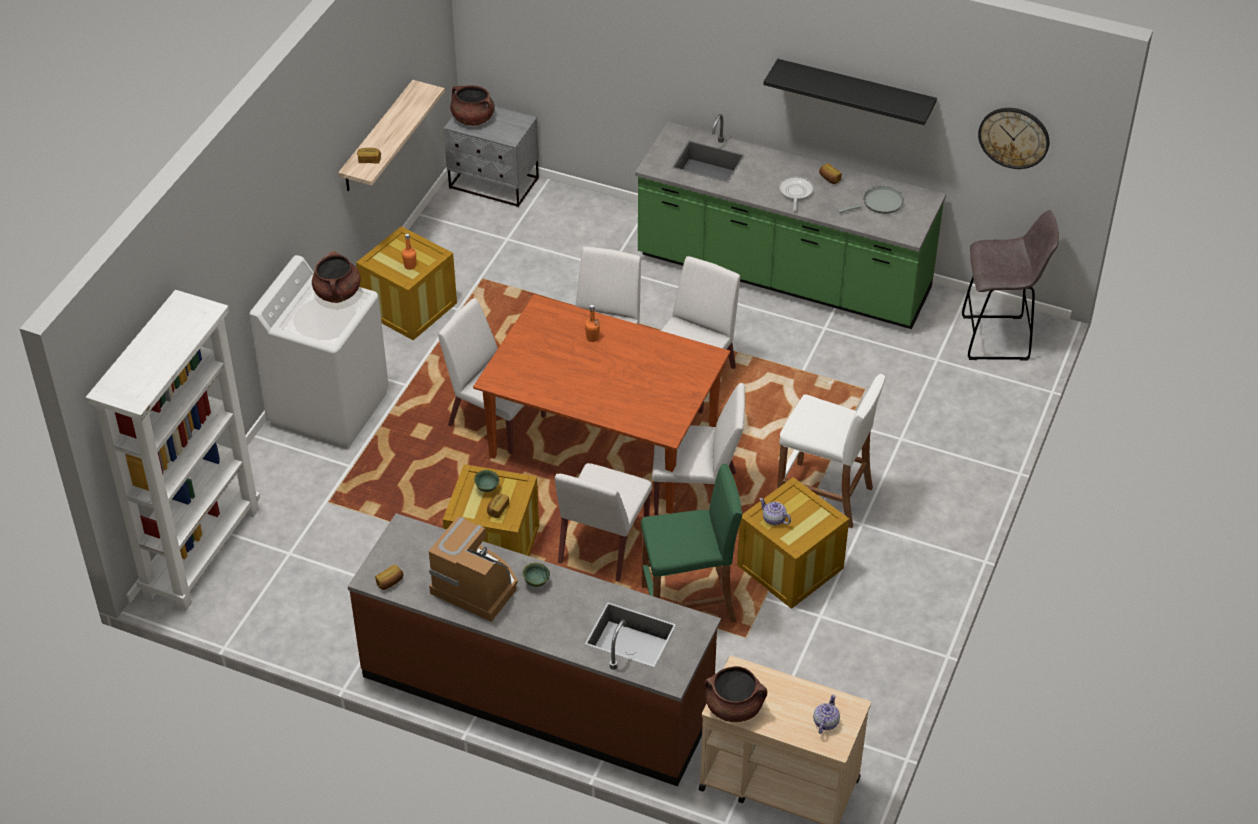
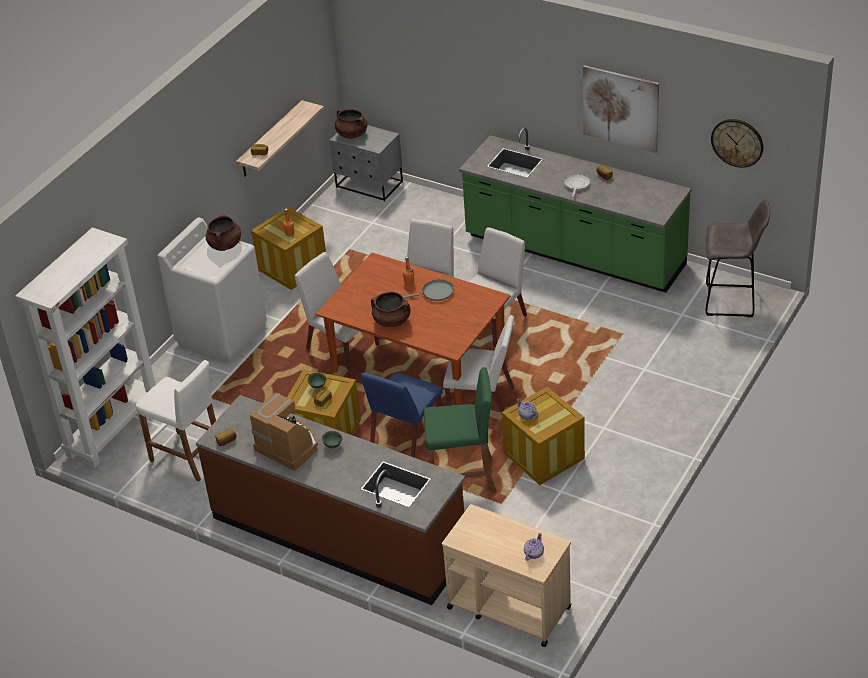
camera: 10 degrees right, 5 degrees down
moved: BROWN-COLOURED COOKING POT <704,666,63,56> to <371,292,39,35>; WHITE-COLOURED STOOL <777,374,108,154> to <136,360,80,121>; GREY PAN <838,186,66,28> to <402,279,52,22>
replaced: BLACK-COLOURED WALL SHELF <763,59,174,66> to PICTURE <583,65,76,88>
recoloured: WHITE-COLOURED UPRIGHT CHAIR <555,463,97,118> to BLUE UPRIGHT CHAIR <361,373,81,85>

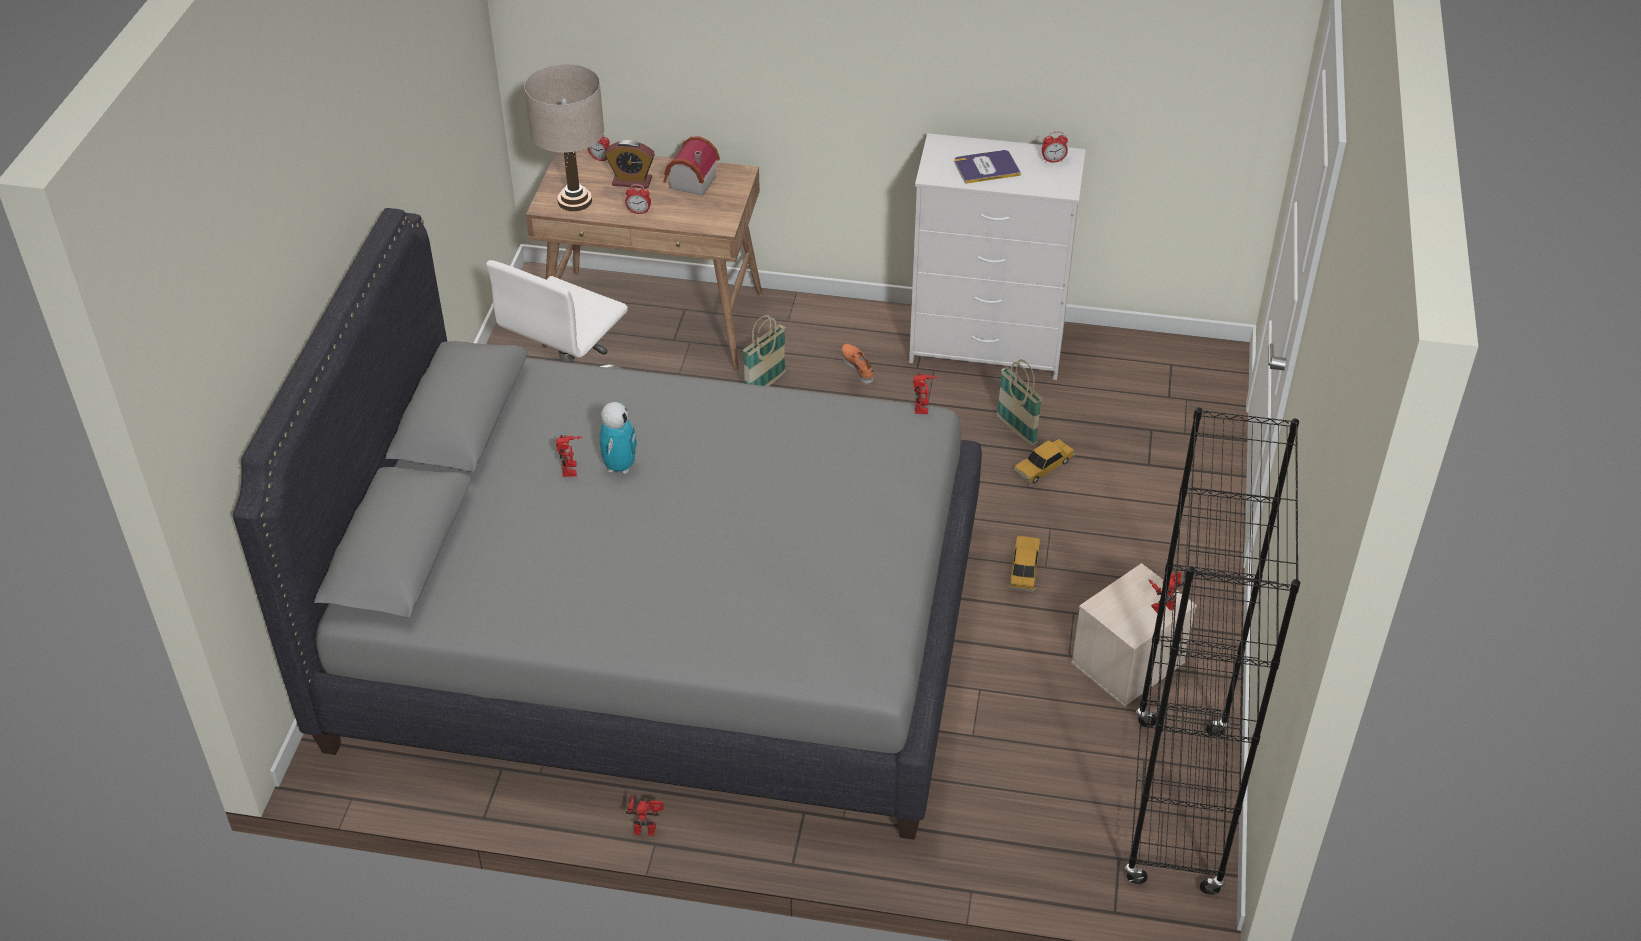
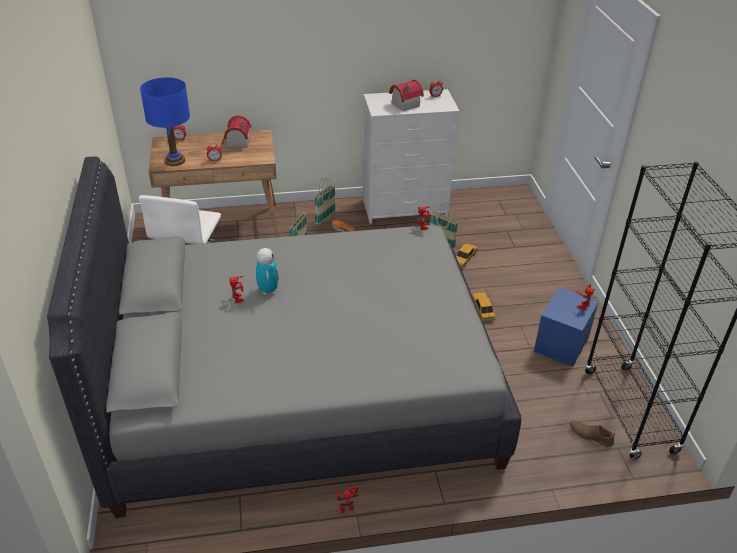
camera: 20 degrees left, 5 degrees down
removed: ALARM CLOCK <605,140,50,49>
added: STORAGE BASKET <314,178,22,47>; BROWN-COLOURED ITEM OF FOOTWEAR <570,421,45,26>
replaced: VOLUME <954,150,67,34> to MINIATURE HOUSE <389,79,35,32>
recoloured: SAND-COLOURED TABLE LAMP <524,64,80,147> to BLUE TABLE LAMP <140,77,50,89>; SAND-COLOURED STORAGE BOX <1071,563,126,144> to BLUE STORAGE BOX <534,287,65,80>

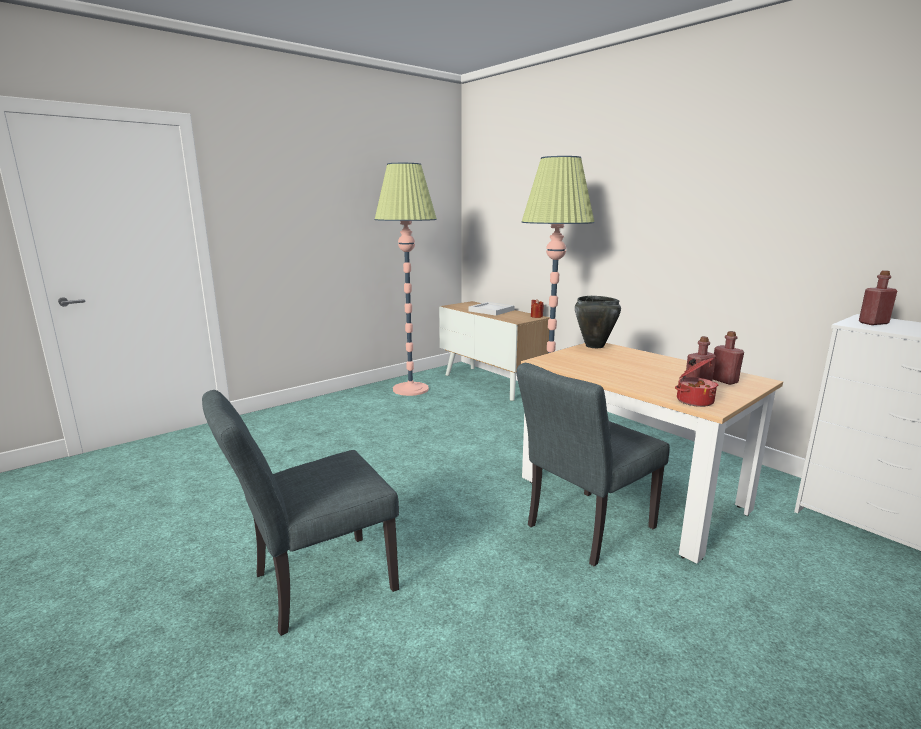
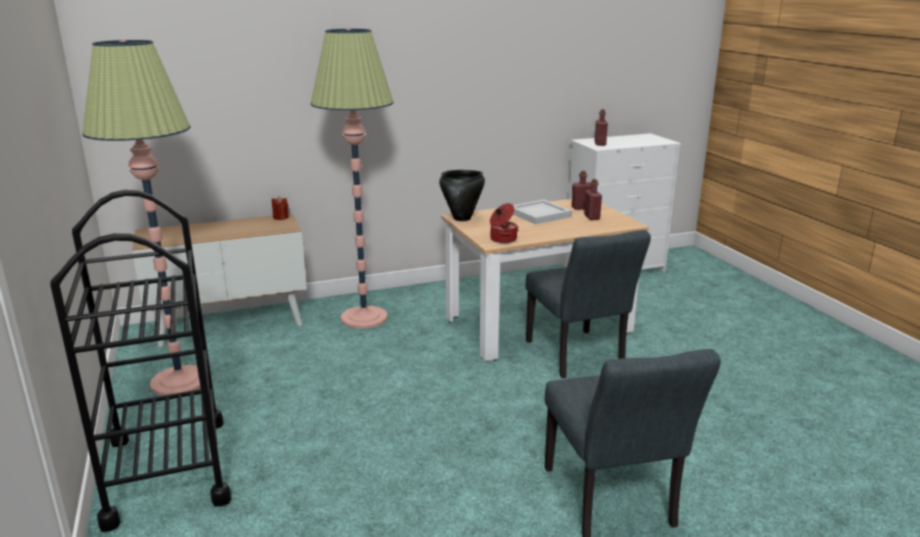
camera: 70 degrees left, 5 degrees up
added: BLACK-COLOURED CART <50,190,181,342>
moved: WHITE-COLOURED CARRYING TRAY <469,302,46,13> to <513,199,59,26>; COOKING POT <675,357,43,50> to <490,203,28,40>

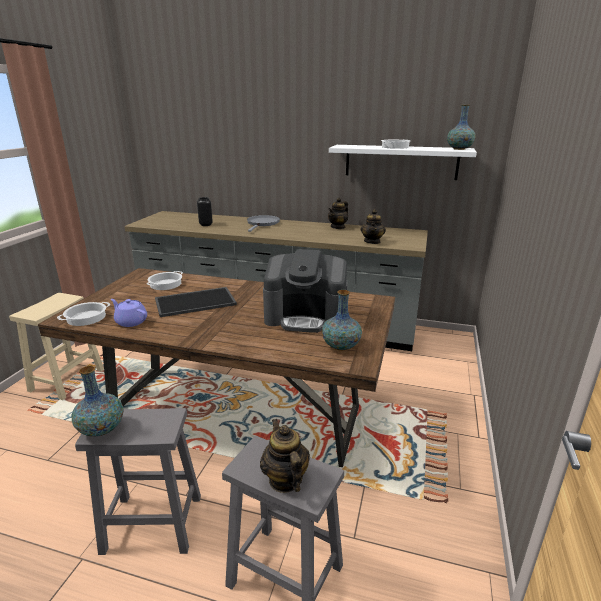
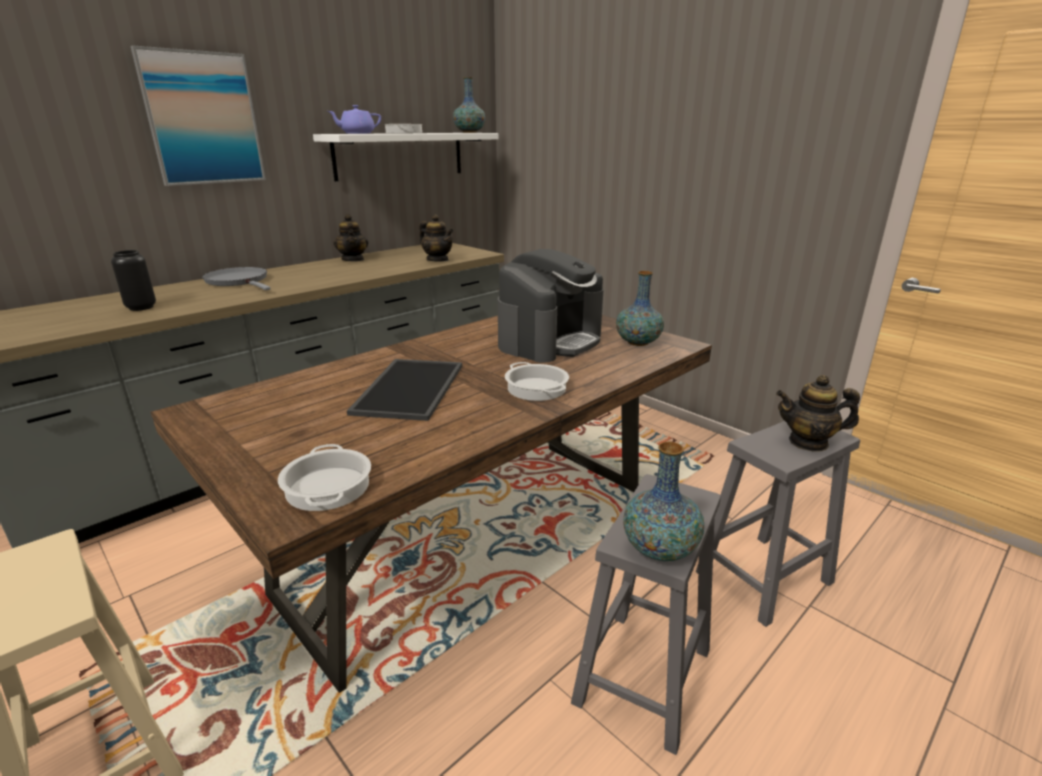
camera: 60 degrees left, 0 degrees up
added: PICTURE <130,45,136,141>
moved: PURPLE-COLOURED TEA POT <111,299,36,28> to <328,105,53,29>; COOKING POT <147,271,36,19> to <505,362,64,39>

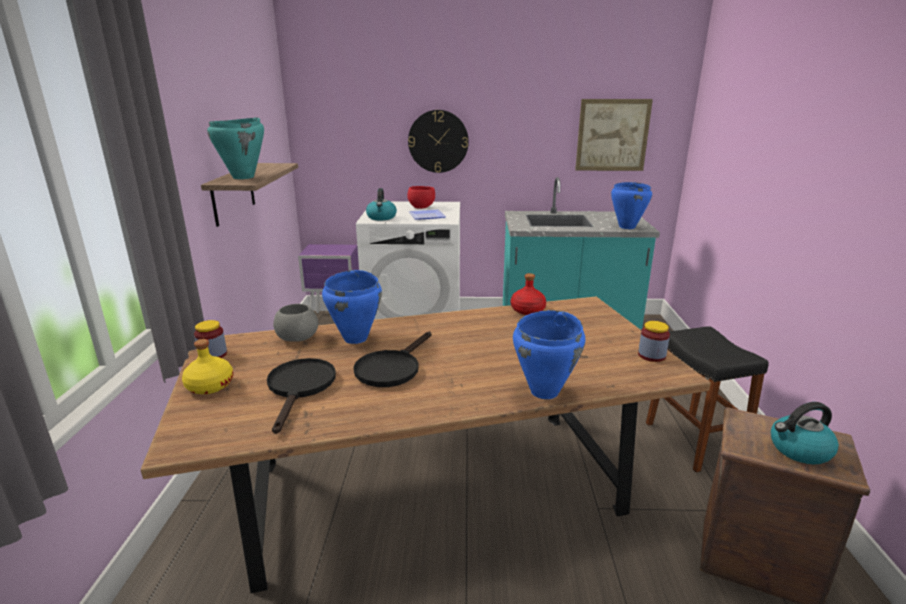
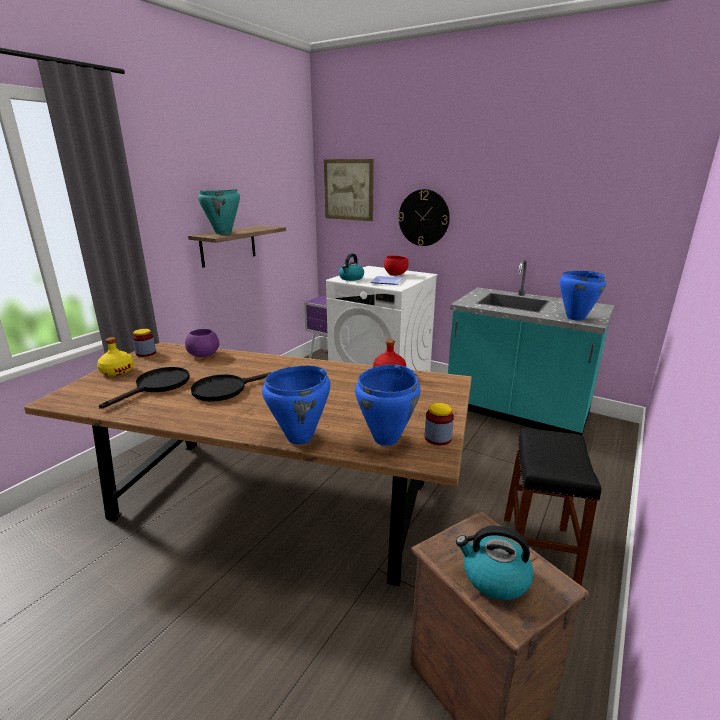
camera: 30 degrees right, 0 degrees up
moved: BLUE COOKING POT <322,270,60,74> to <355,364,65,82>; PICTURE <575,99,78,72> to <324,159,50,62>
recoloured: GREY DEEP DISH <273,304,45,38> to PURPLE-COLOURED DEEP DISH <185,329,34,28>

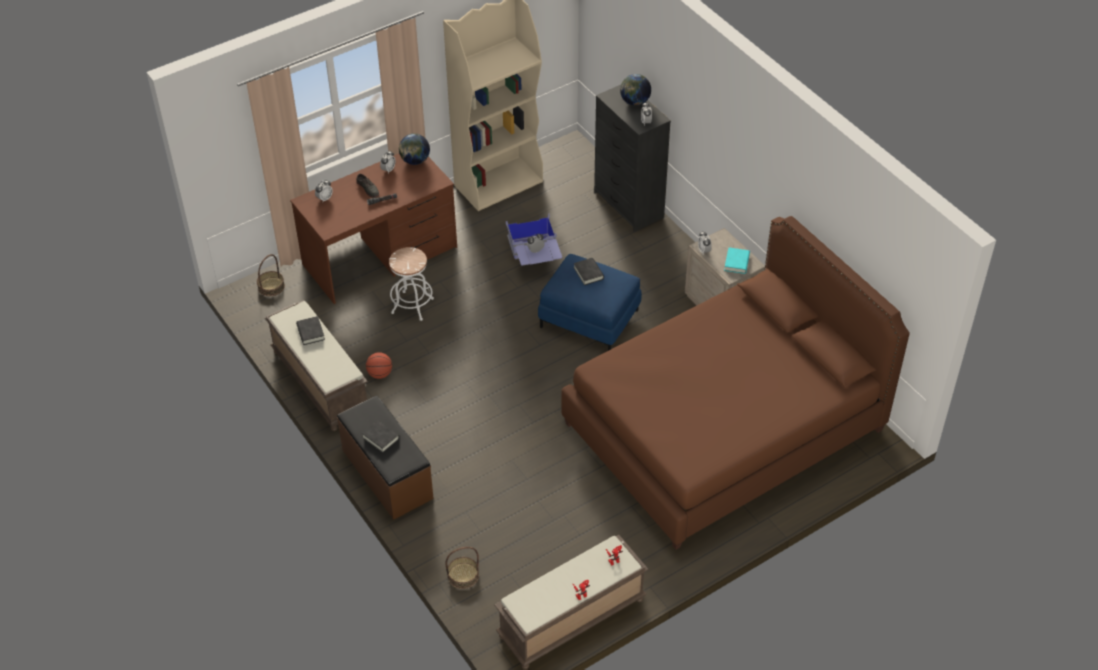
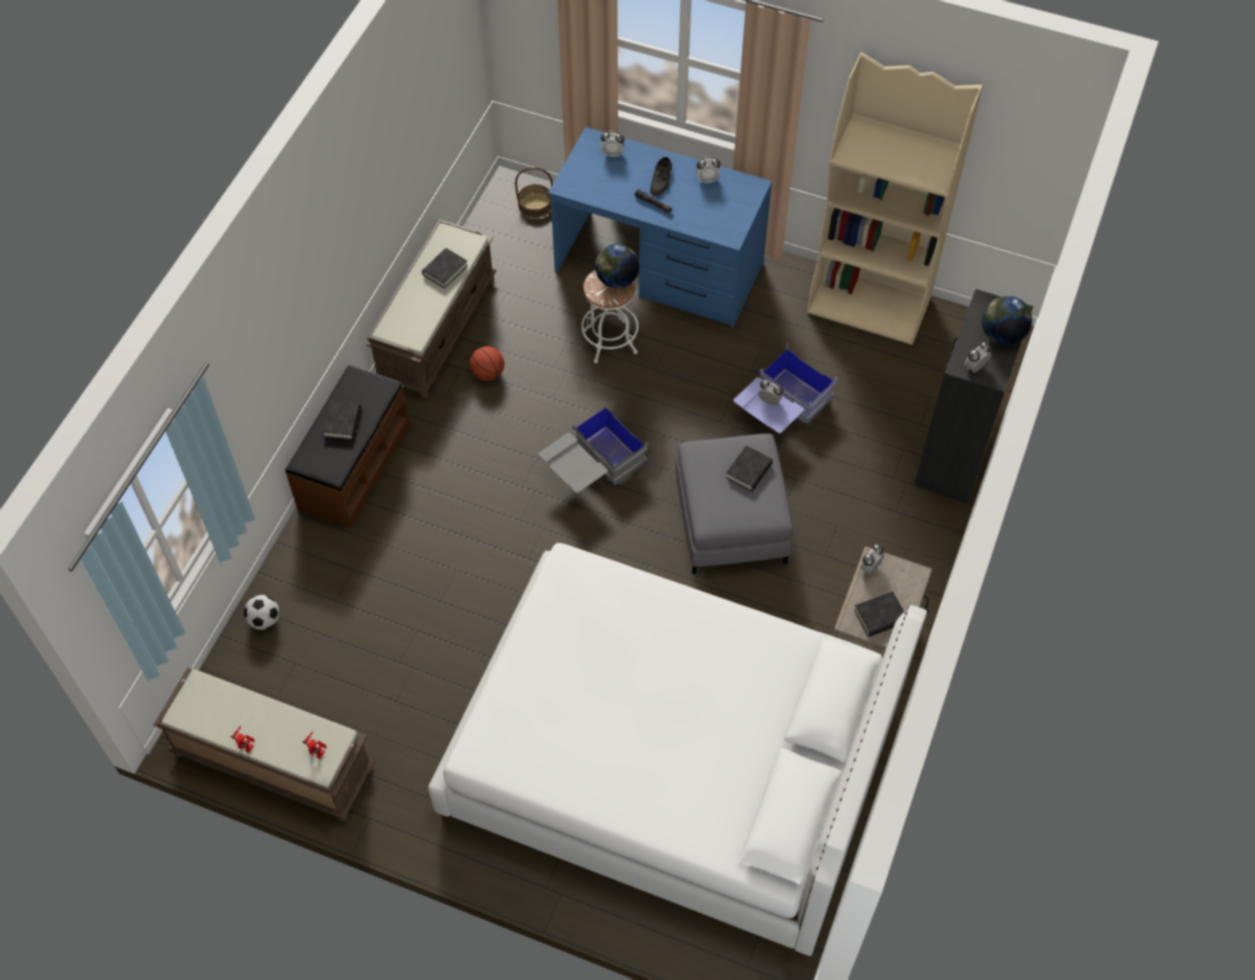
camera: 55 degrees right, 10 degrees up
added: GREY STORAGE BOX <538,403,110,90>
moved: DESK GLOBE <399,133,31,32> to <595,244,44,44>
replaced: STORAGE BASKET <446,547,33,42> to BALL FOR FOOTBALL <244,595,35,35>
recoloured: BROWN-COLOURED DESK TABLE <290,154,167,150> to BLUE DESK TABLE <548,127,224,201>; BLUE FOOTREST <538,254,104,97> to GREY FOOTREST <676,434,117,140>; BROWN-COLOURED SLEEPING BED <561,216,349,334> to WHITE-COLOURED SLEEPING BED <428,543,499,414>; TURQUOISE VOLUME <724,247,26,27> to BLACK-COLOURED VOLUME <854,591,50,46>

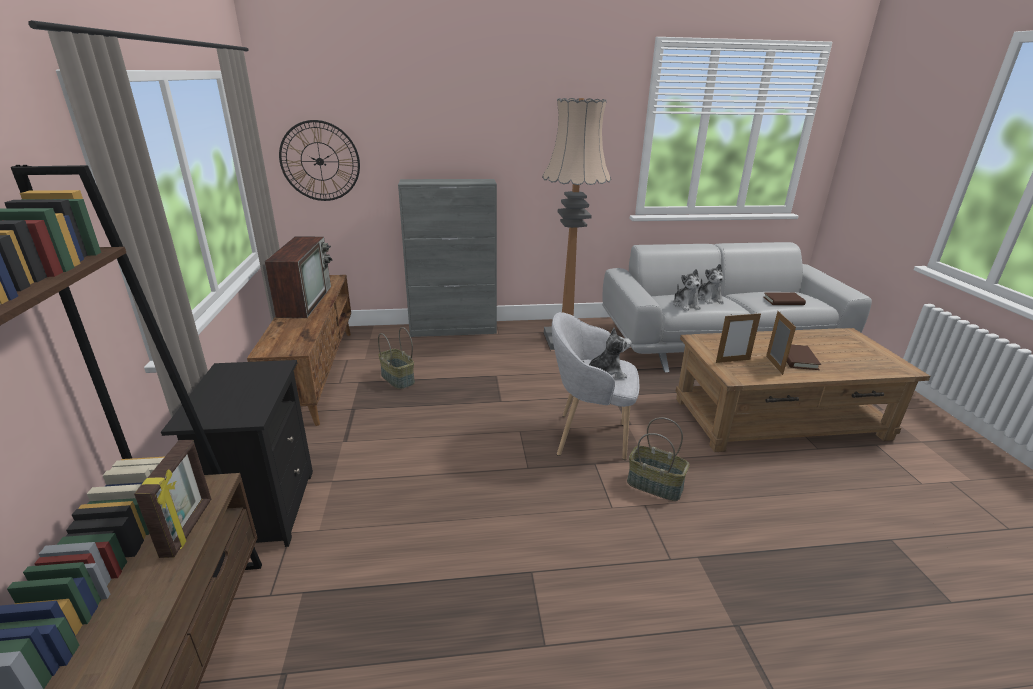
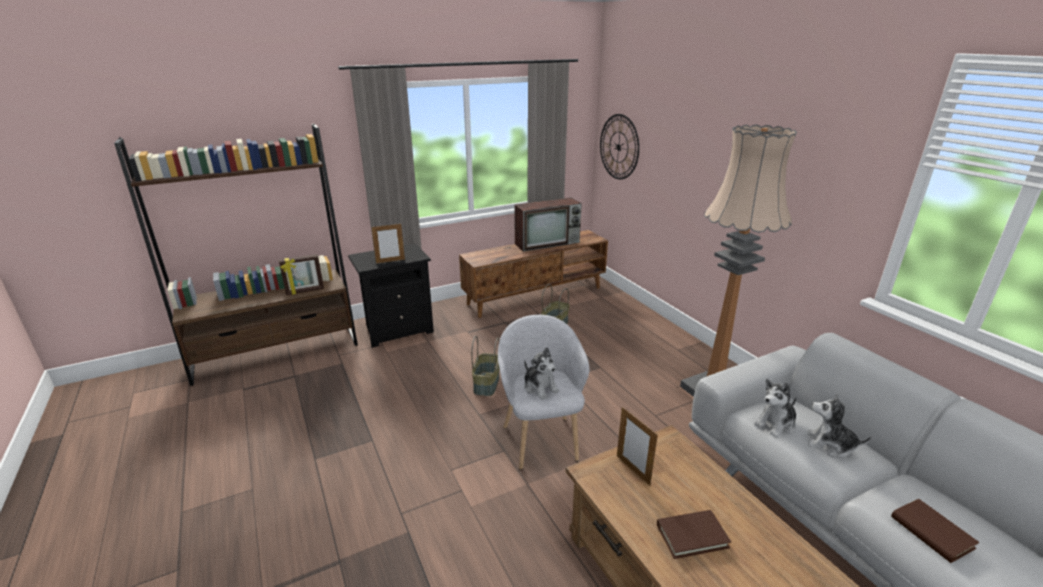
camera: 70 degrees right, 0 degrees up
removed: GREY CABINET <398,179,99,158>
moved: STORAGE BASKET <627,417,63,84> to <471,336,29,60>; STANDING FRAME <766,311,30,64> to <371,223,34,40>
turned: PLUSH TOY <698,264,26,40> = <808,394,63,63> 60 degrees clockwise

